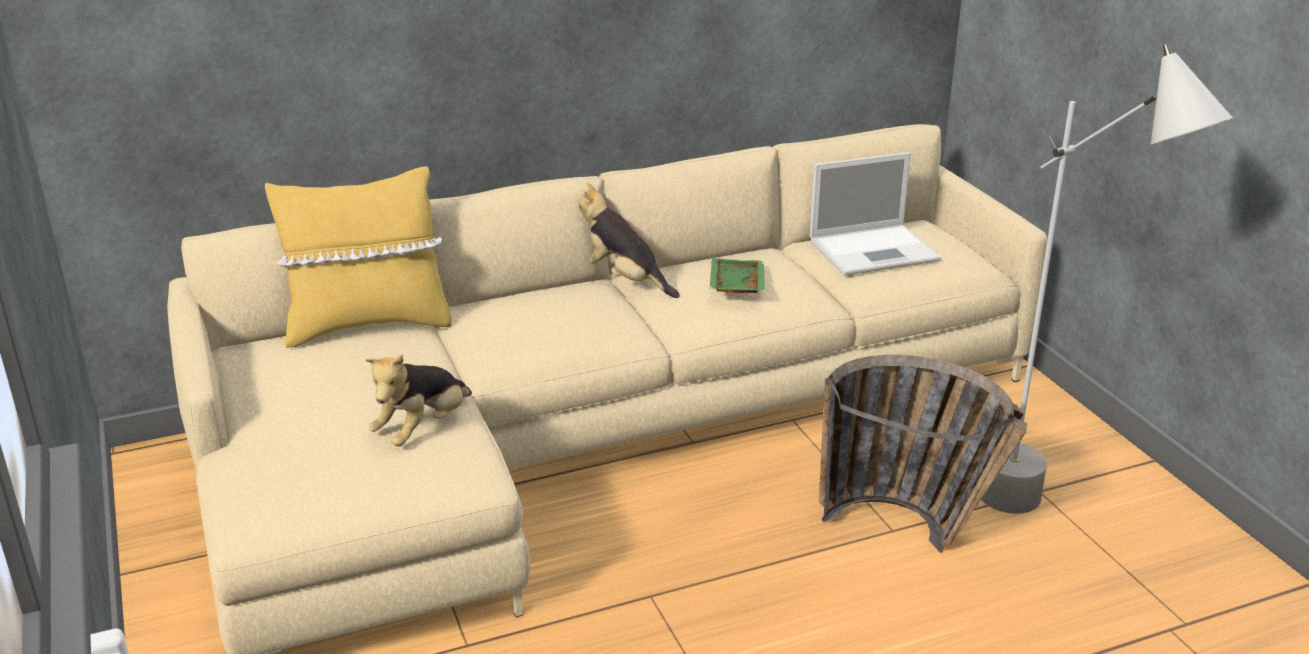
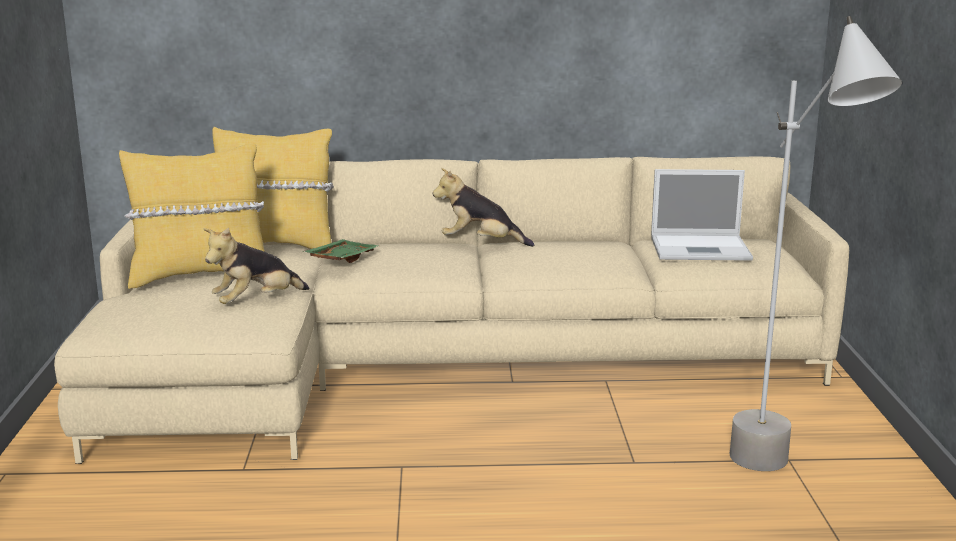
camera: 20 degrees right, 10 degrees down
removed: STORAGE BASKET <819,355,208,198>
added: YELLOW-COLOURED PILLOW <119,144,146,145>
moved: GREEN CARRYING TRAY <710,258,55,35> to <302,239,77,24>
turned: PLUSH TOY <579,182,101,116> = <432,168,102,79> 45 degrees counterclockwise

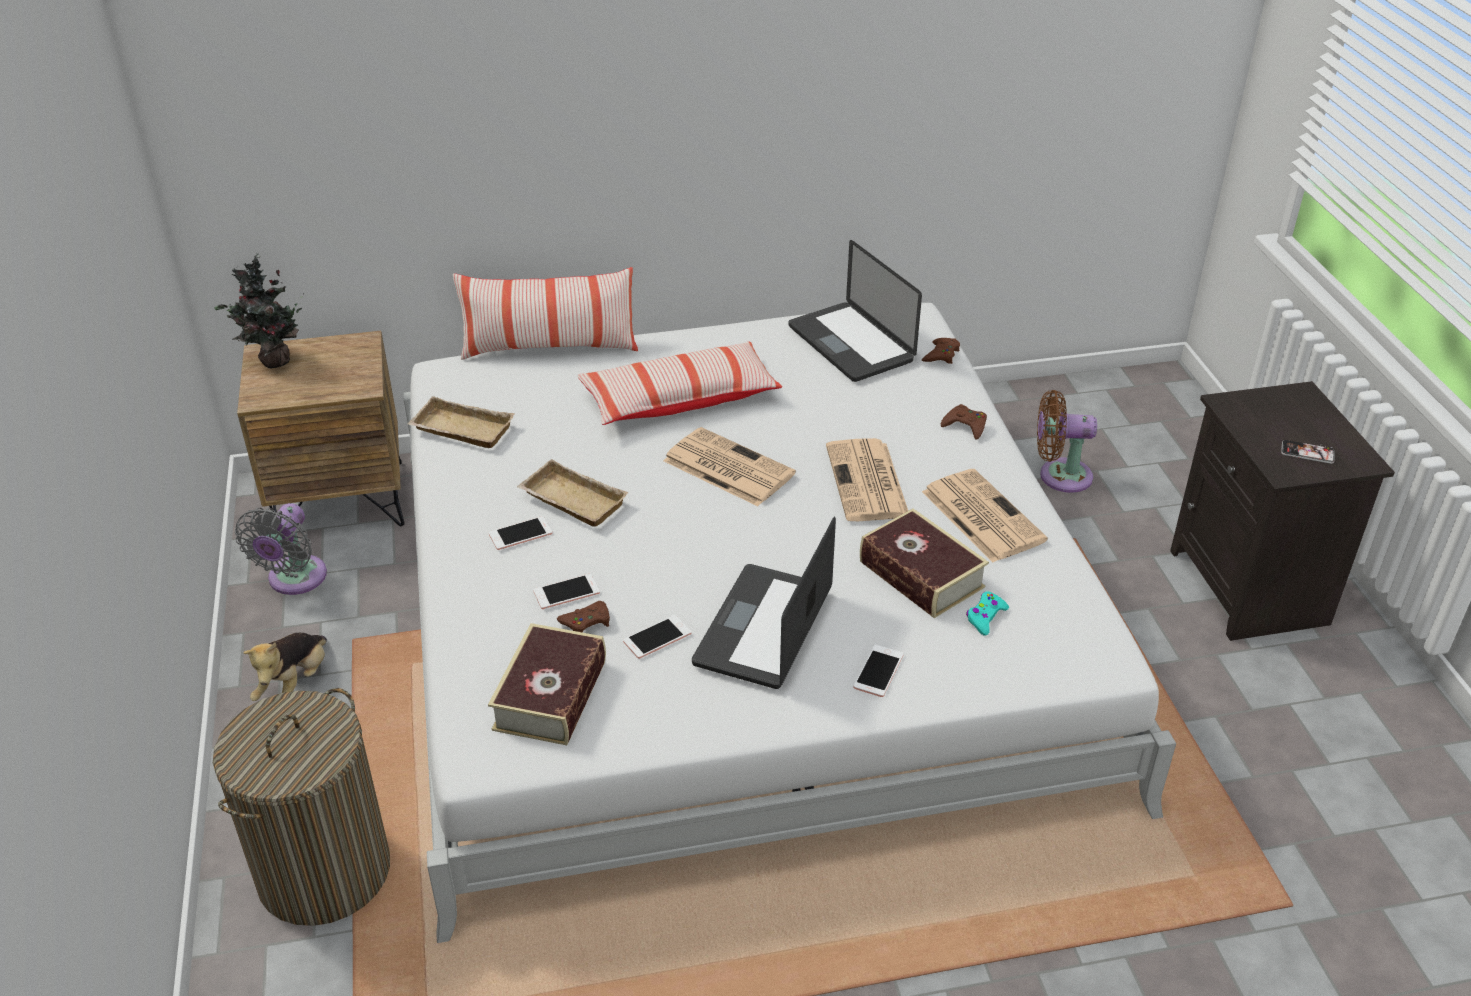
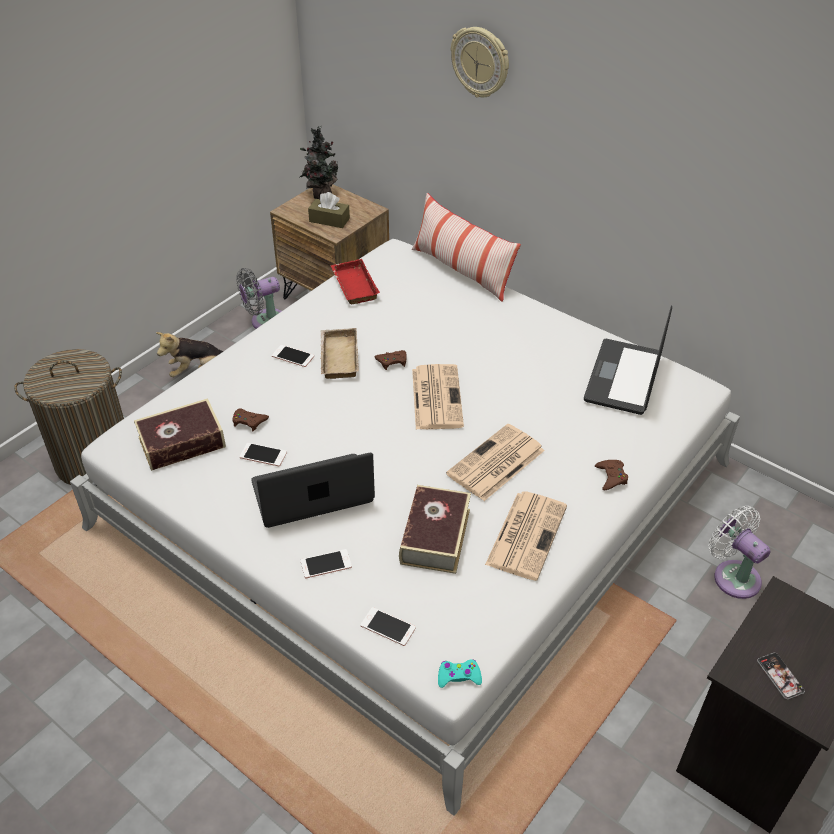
camera: 50 degrees right, 5 degrees up
removed: PILLOW <577,342,205,83>
added: BROWN-COLOURED BOX OF TISSUES <308,192,42,36>; CLOCK ON THE WALL <451,27,58,71>
moved: TELEPHONE <533,574,67,35> to <360,607,56,39>; BROWN-COLOURED JOYPAD <922,338,38,26> to <375,350,32,20>; TURQUOISE JOYPAD <966,591,43,45> to <438,659,44,29>
recoloured: SAND-COLOURED CARRYING TRAY <408,396,106,52> to RED-COLOURED CARRYING TRAY <331,259,49,45>; BROWN-COLOURED FAN <1037,390,60,103> to WHITE-COLOURED FAN <708,506,62,93>

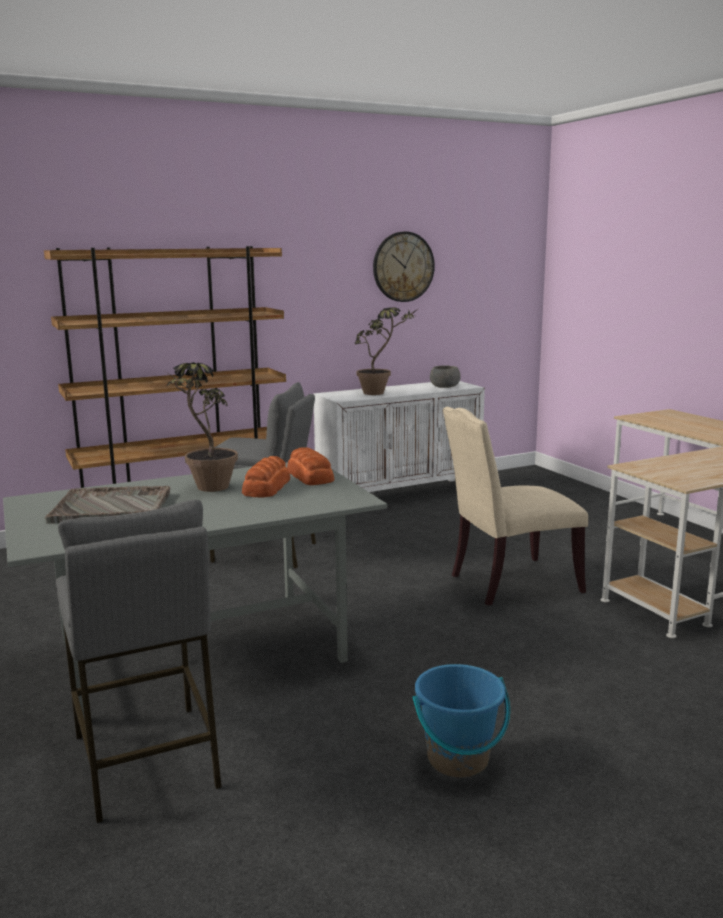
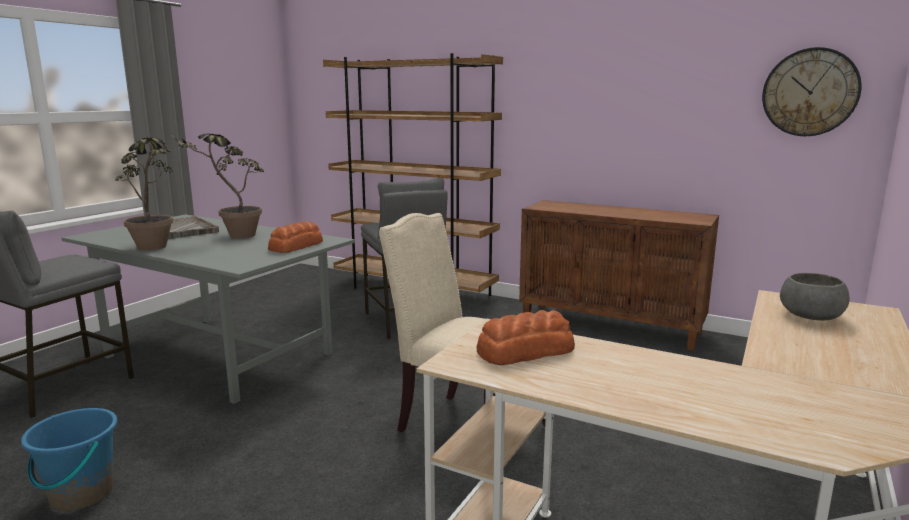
camera: 55 degrees right, 0 degrees up
moved: BAKERY BREAD <242,456,48,41> to <477,310,98,55>; PLANT IN A POT <354,307,65,88> to <115,138,58,113>; CLOCK ON THE WALL <373,231,62,71> to <762,47,100,89>; GREY DEEP DISH <430,366,31,22> to <780,273,70,47>
recoloured: WHITE-COLOURED CABINET <313,381,172,111> to BROWN-COLOURED CABINET <519,200,200,151>

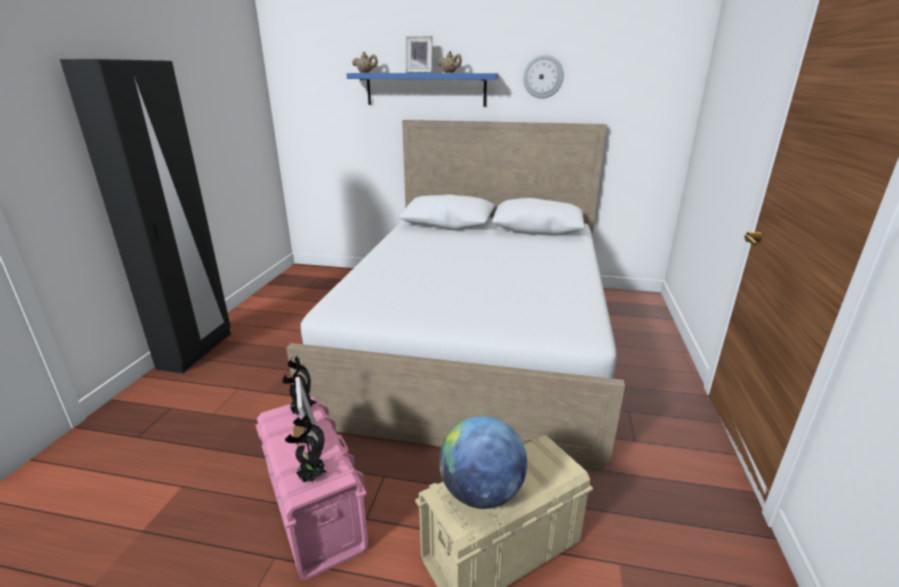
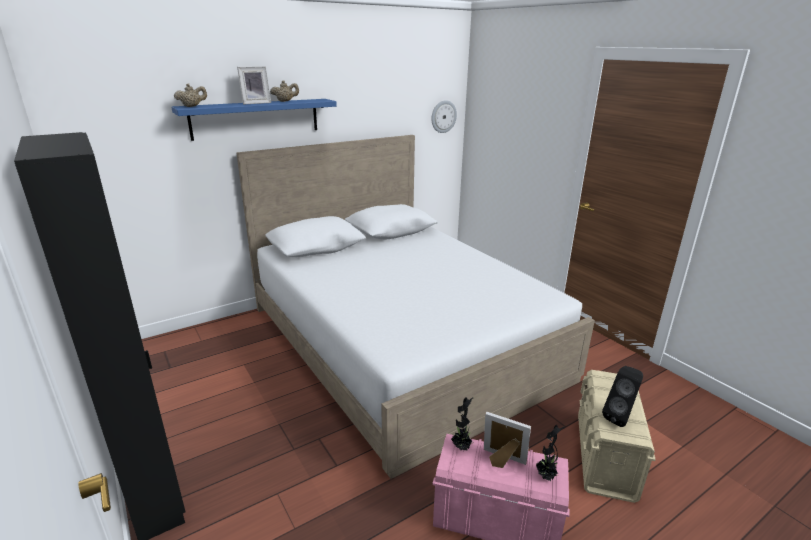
camera: 45 degrees left, 0 degrees up
moved: CLOCK ON THE WALL <523,55,41,44> to <431,100,26,33>
replaced: DESK GLOBE <439,416,88,93> to BLACK-COLOURED AUDIO SPEAKER <602,366,41,61>

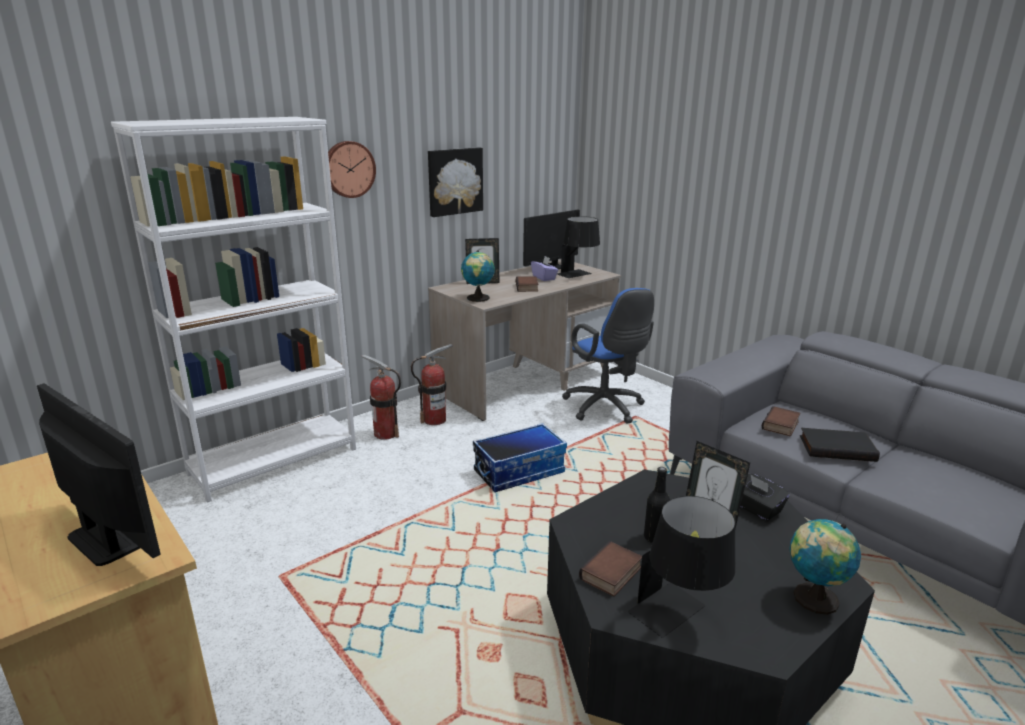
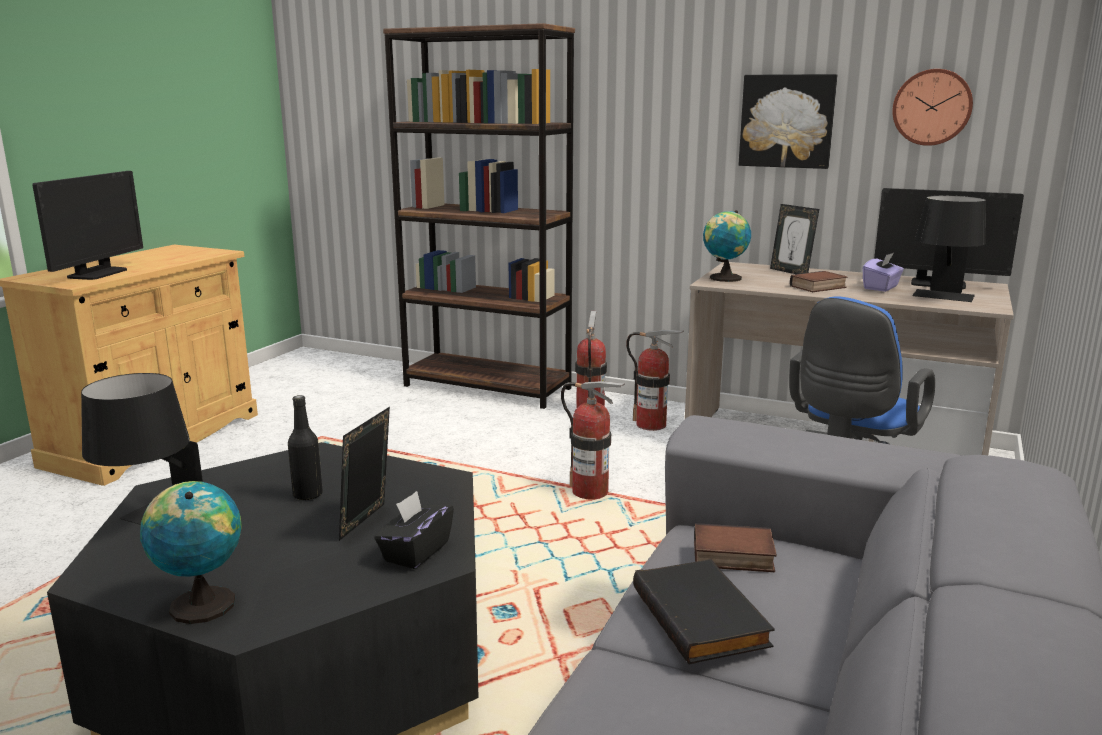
camera: 65 degrees right, 5 degrees down
removed: VOLUME <579,541,63,56>
moved: CLOCK ON THE WALL <328,141,48,57> to <892,69,81,77>
replaced: STORAGE BOX <473,423,94,69> to FIRE-FIGHTING CYLINDER <561,381,63,119>
recoloured: WHITE-COLOURED BOOKCASE <111,117,245,386> to BROWN-COLOURED BOOKCASE <383,23,192,386>

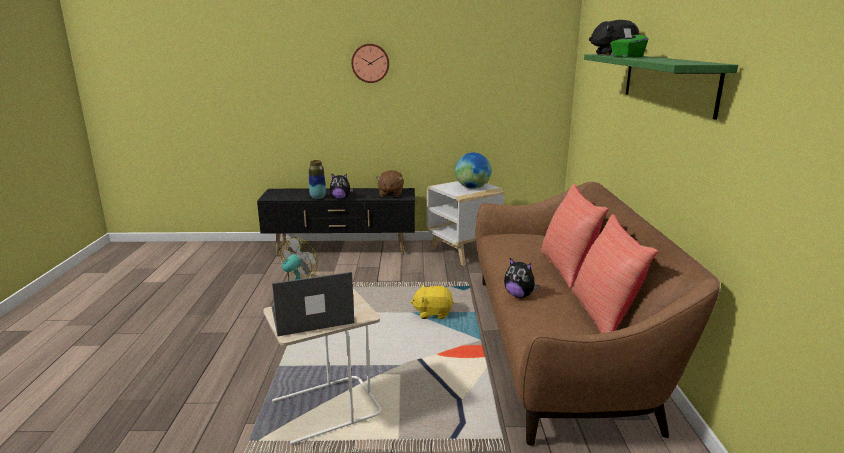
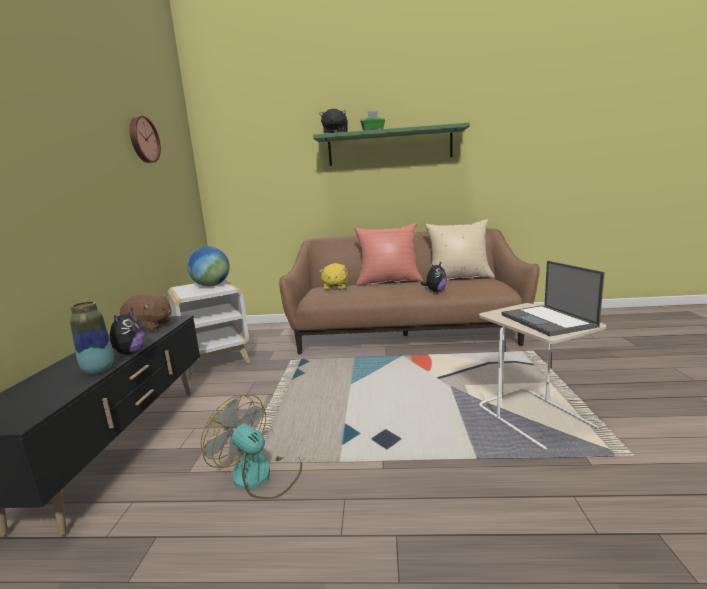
camera: 85 degrees left, 5 degrees down
moved: CLOCK ON THE WALL <351,44,38,39> to <130,115,31,48>; YELLOW-COLOURED PLUSH TOY <410,285,44,34> to <319,263,29,28>
recoloured: RED-COLOURED PILLOW <571,214,87,119> to SAND-COLOURED PILLOW <424,219,70,62>

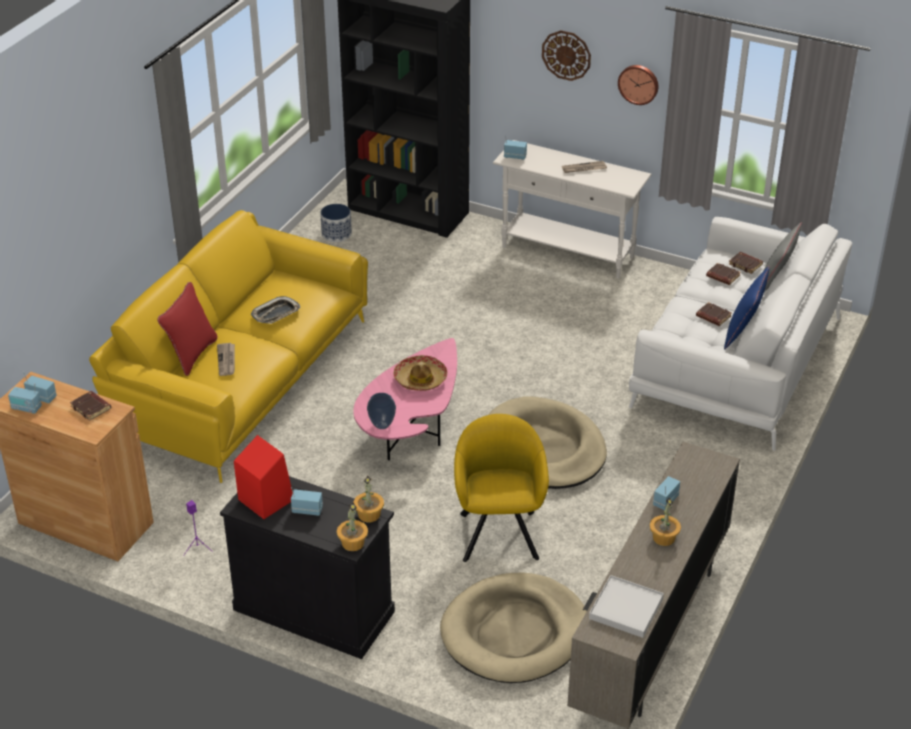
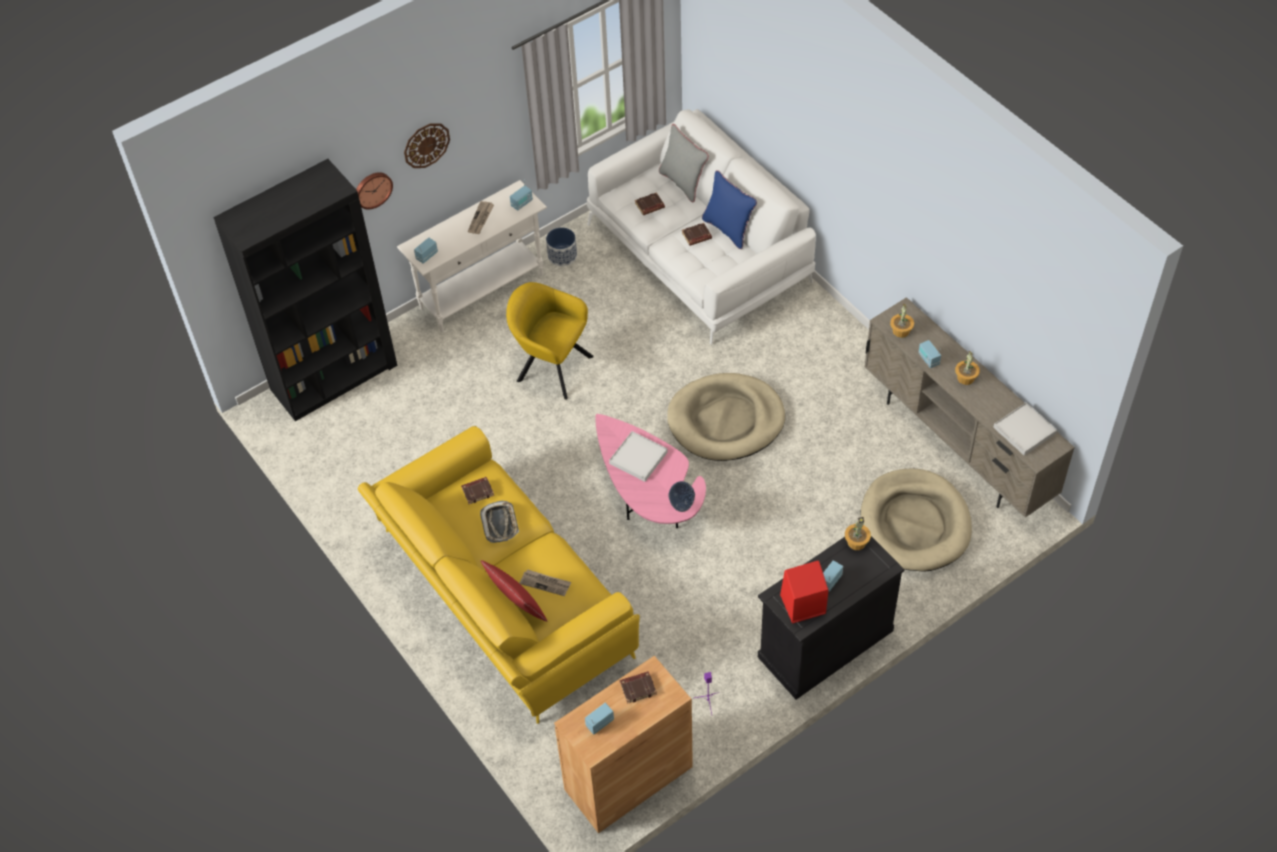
camera: 60 degrees left, 15 degrees up
moved: RADIO SET <8,383,34,31> to <510,179,23,32>; PLANTER <320,204,32,38> to <546,227,31,39>; PLANT IN A POT <337,502,31,49> to <890,303,24,35>; YELLOW-COLOURED EASY CHAIR <454,414,95,148> to <506,282,88,118>; CLOCK ON THE WALL <618,65,40,40> to <356,172,37,38>; BROWN-COLOURED VOLUME <729,252,34,22> to <461,477,33,27>
replaced: WEARABLE HAT <393,355,54,36> to WHITE-COLOURED CARRYING TRAY <609,431,59,51>

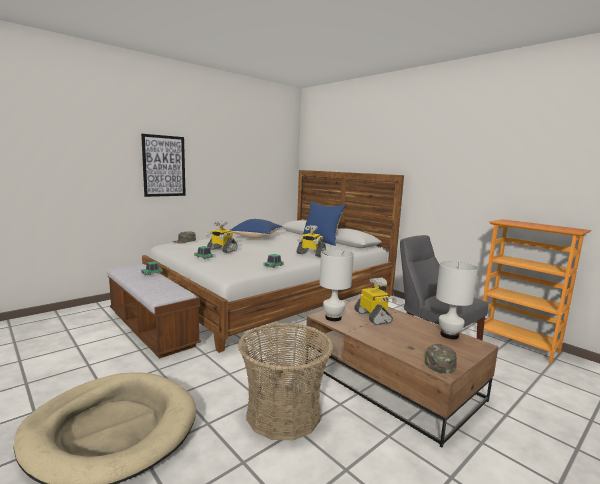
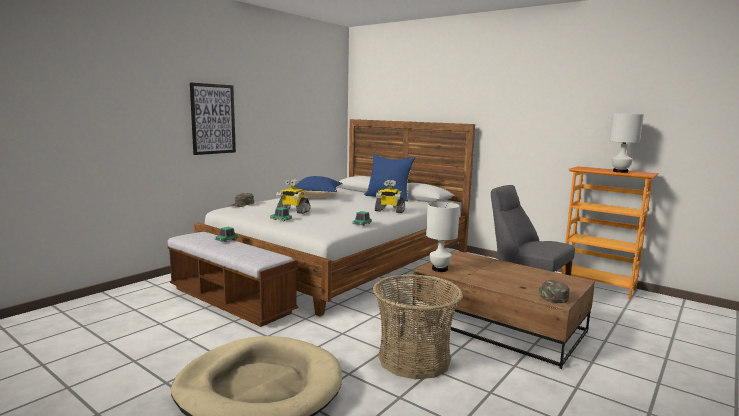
camera: 10 degrees left, 0 degrees up
removed: TOY ROBOT <354,277,43,48>
moved: WHITE-COLOURED TABLE LAMP <436,261,42,78> to <610,114,34,59>

